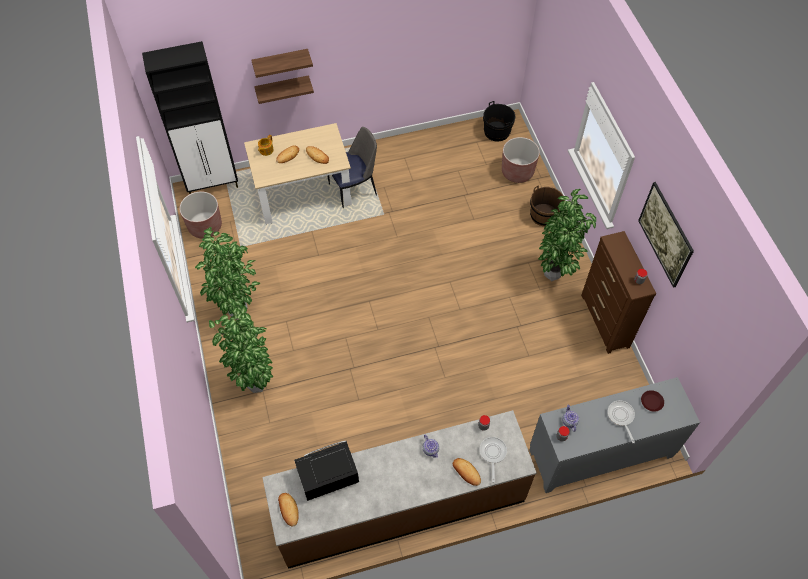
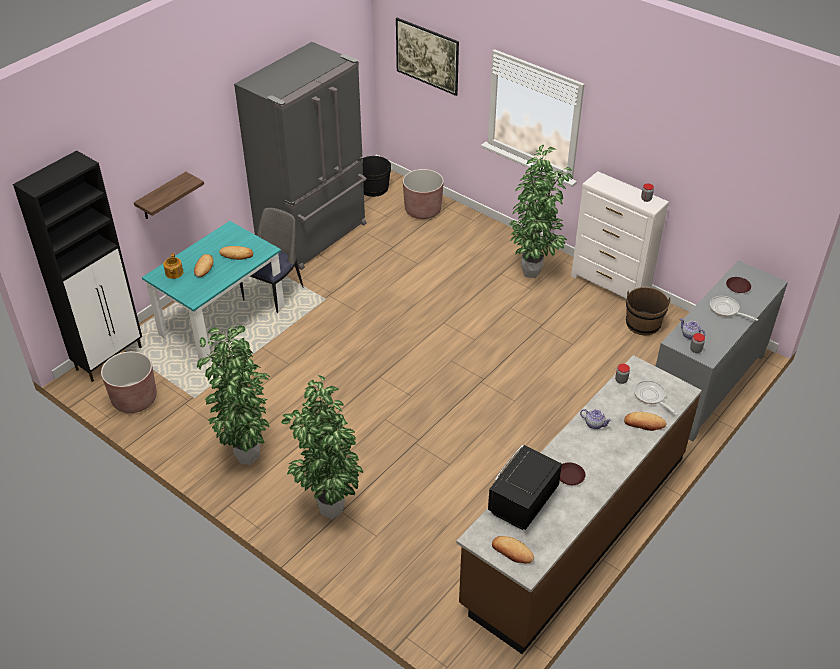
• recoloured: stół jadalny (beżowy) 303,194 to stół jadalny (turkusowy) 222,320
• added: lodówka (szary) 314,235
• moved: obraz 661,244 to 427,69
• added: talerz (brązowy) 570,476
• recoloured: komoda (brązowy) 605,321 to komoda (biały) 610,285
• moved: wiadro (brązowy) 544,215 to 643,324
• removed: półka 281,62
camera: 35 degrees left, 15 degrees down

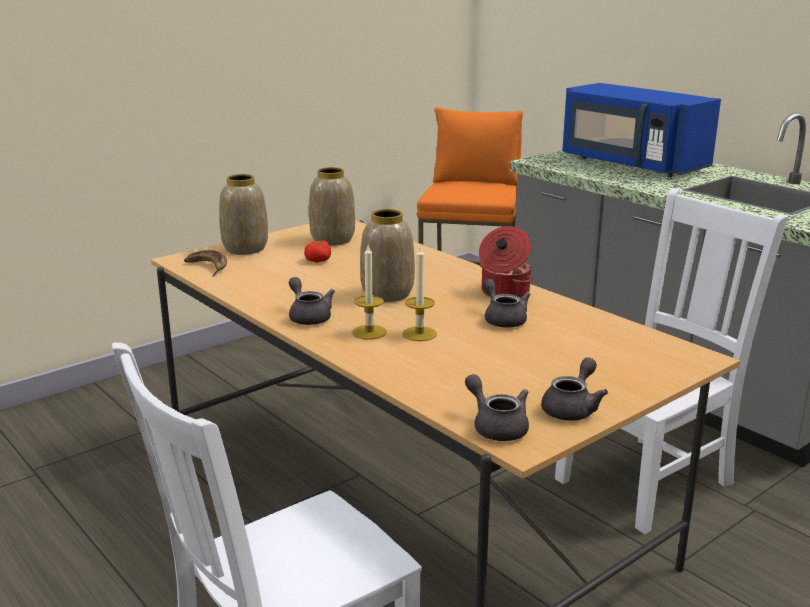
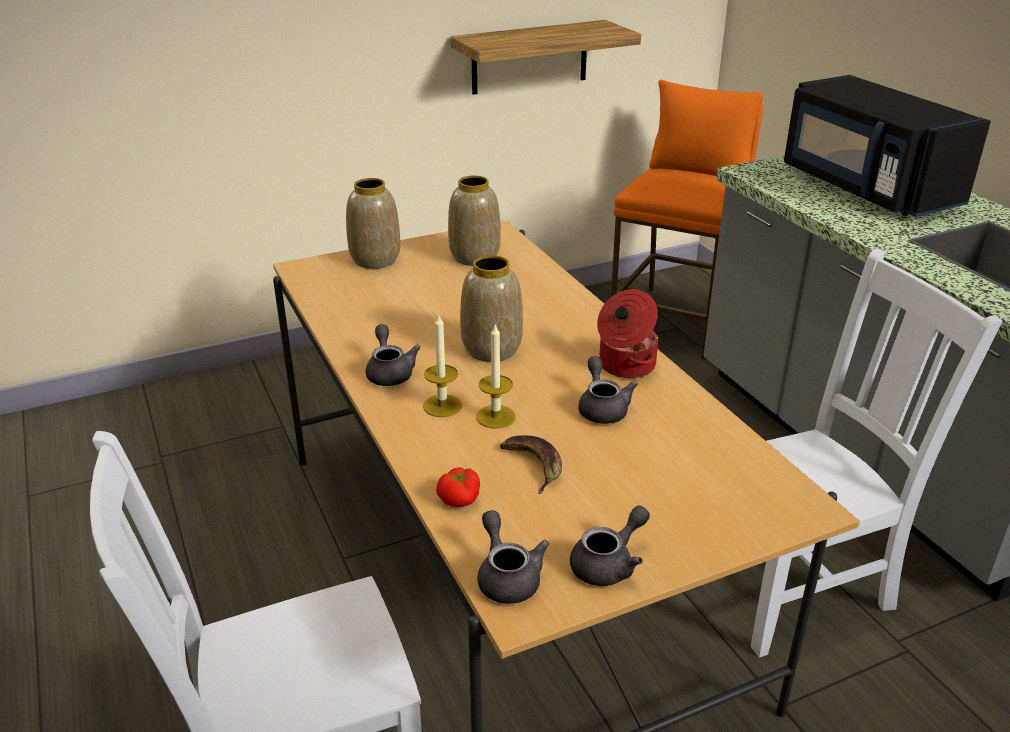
• moved: pomidor 319,260 to 460,499
• added: półka 530,57
• moved: banan 208,267 to 534,465
• recoloured: mikrofalówka (niebieski) 630,164 to mikrofalówka (czarny) 865,188
camera: 15 degrees right, 10 degrees up

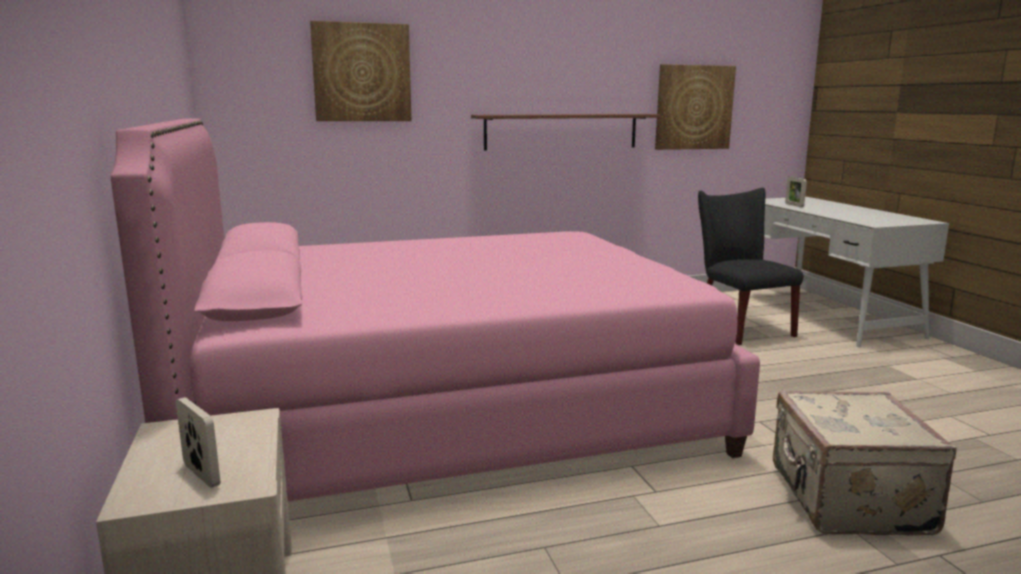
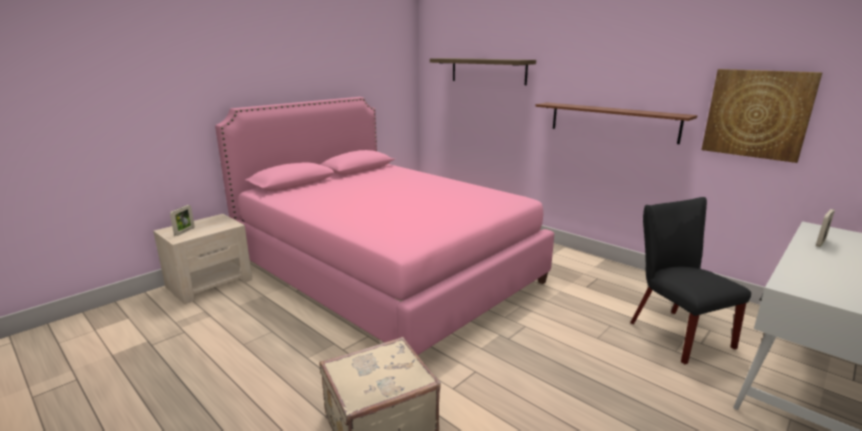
• replaced: obraz 362,72 to półka 488,71
• turned: krzesło (czarny) 738,327 = 674,332 60 degrees counterclockwise
camera: 60 degrees right, 5 degrees up

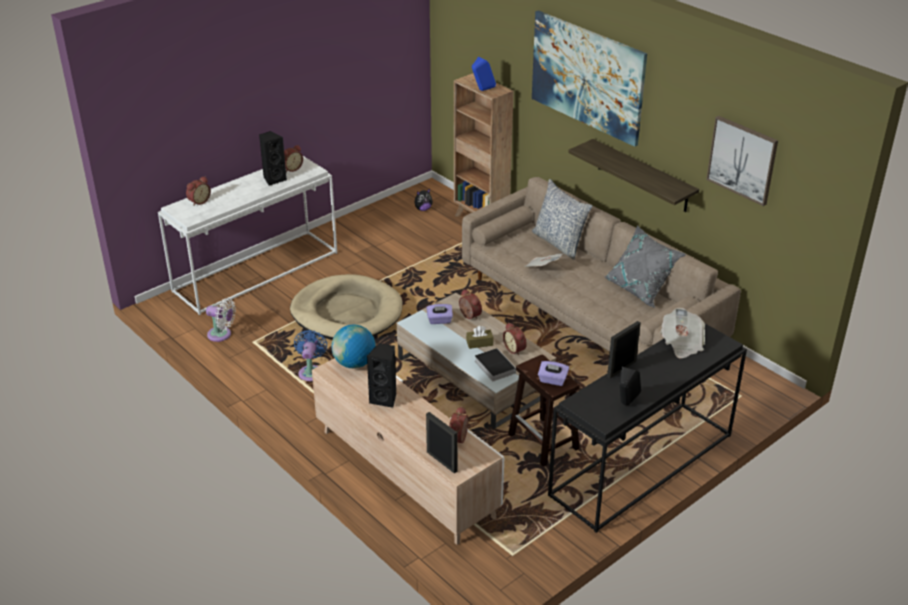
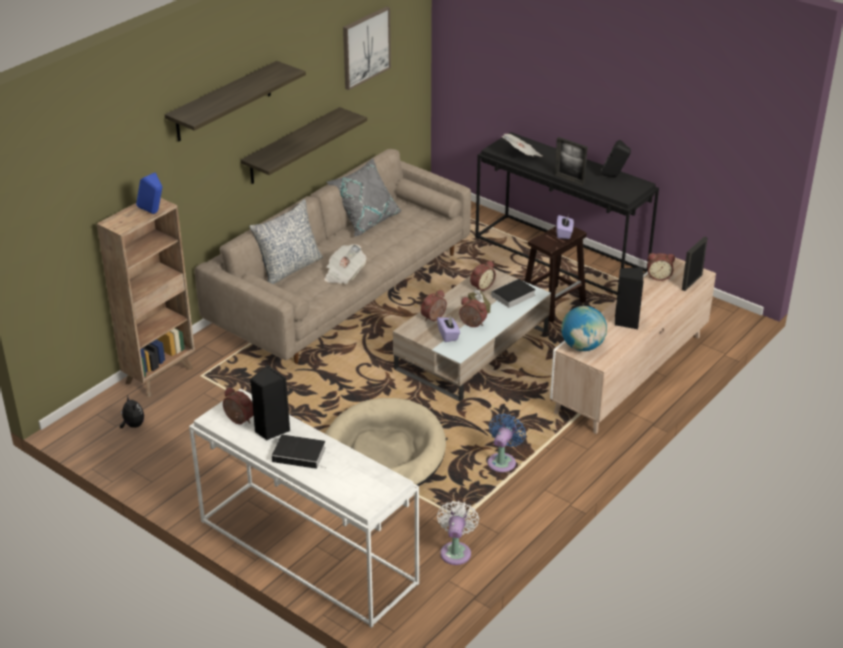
• replaced: obraz 587,76 to półka 223,102
• added: książka 300,454
• moved: budzik 198,201 to 472,324
• turned: wentylator (niebieski) 311,372 = 503,461 120 degrees clockwise
camera: 100 degrees left, 0 degrees up

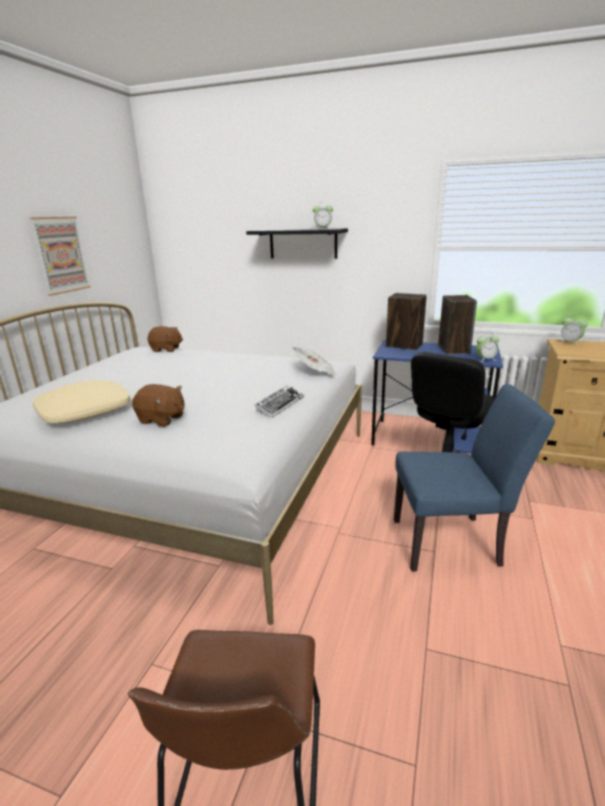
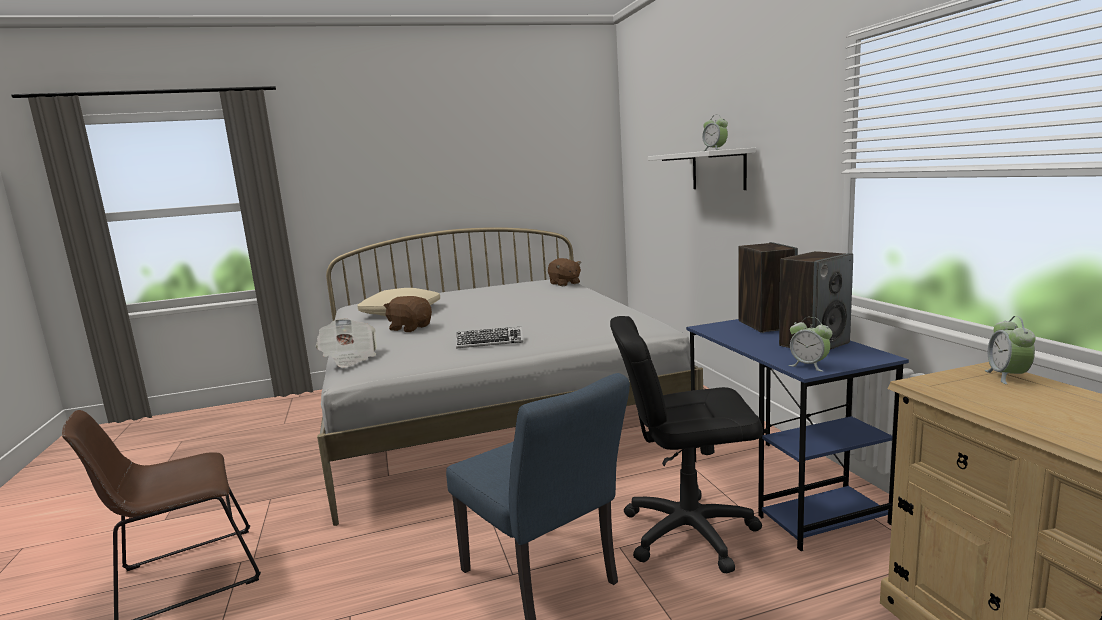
• moved: gazeta 315,372 to 349,358
• turned: pluszak (brązowy) 161,419 = 410,328 135 degrees clockwise
• recoloured: półka (czarny) 303,243 to półka (biały) 718,170
• removed: obraz 61,255
camera: 55 degrees right, 10 degrees down

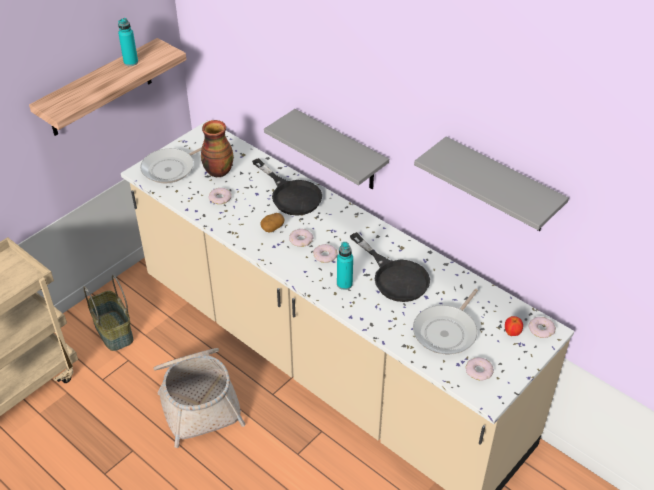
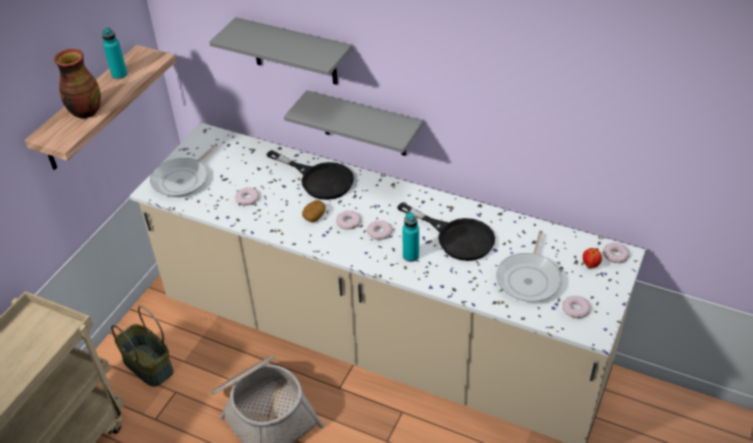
• moved: wazon 218,171 to 85,111
• moved: półka (szary) 501,187 to 294,52
camera: 15 degrees left, 0 degrees up

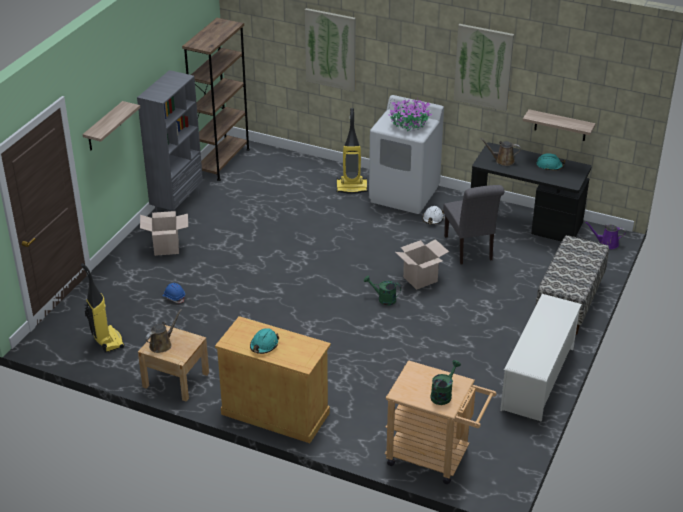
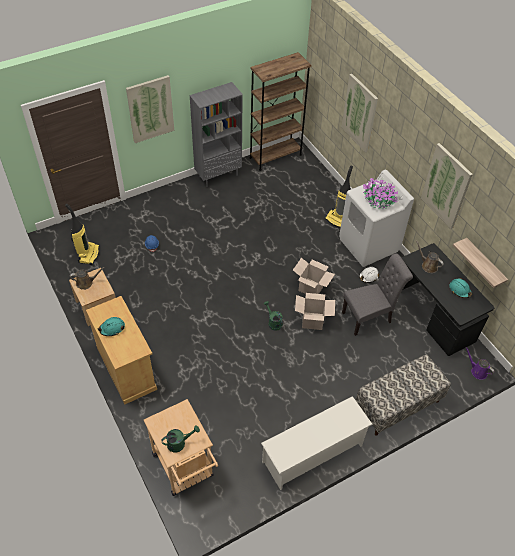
• replaced: półka 104,127 to obraz 150,109
• moved: karton 166,248 to 311,288
• turned: krzesło (szary) 470,250 = 369,317 135 degrees counterclockwise
camera: 35 degrees right, 15 degrees up

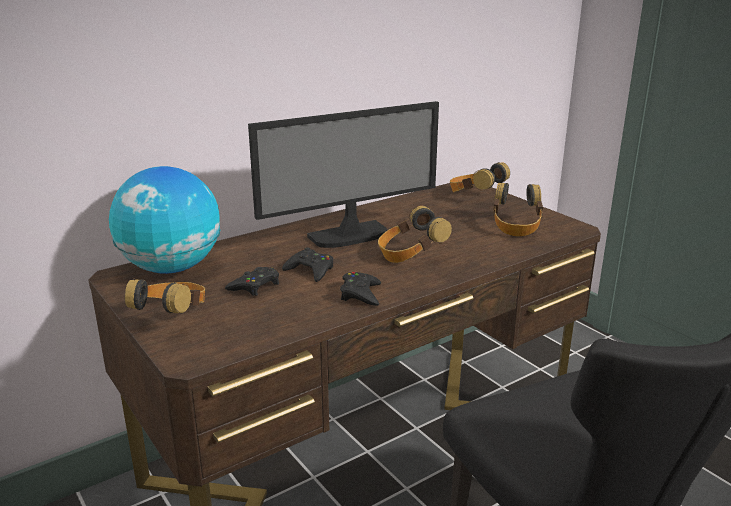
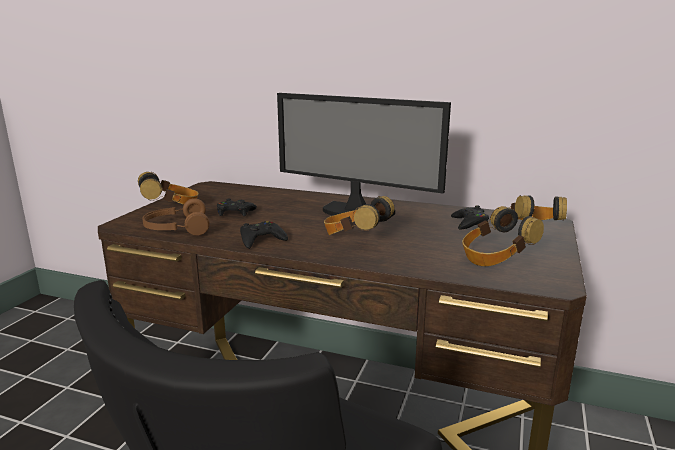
• added: słuchawki (brązowy) 176,229
• moved: pad do gier (czarny) 310,270 to 469,223
• removed: globus 171,268
camera: 55 degrees right, 5 degrees down

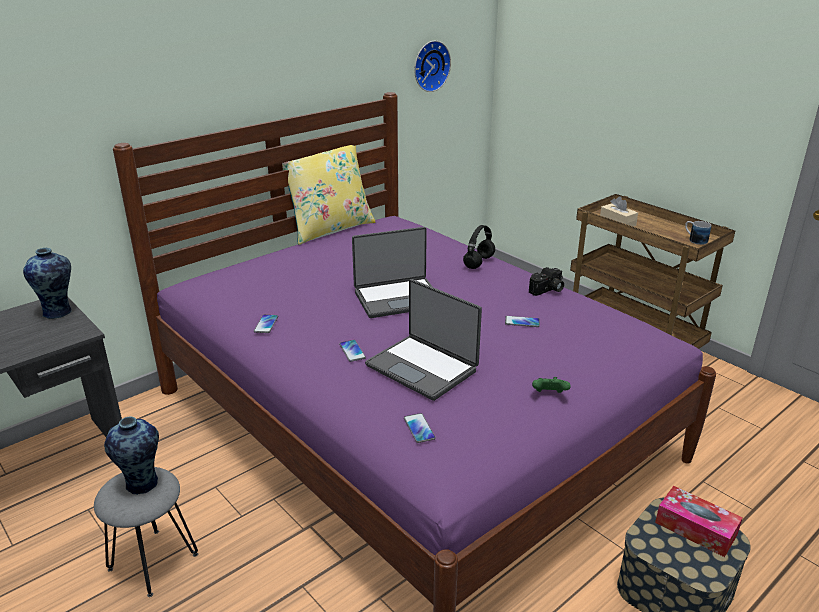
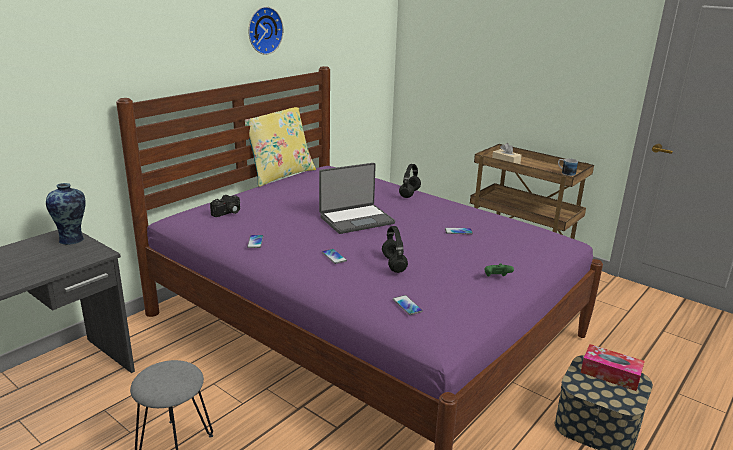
• moved: aparat fotograficzny 547,290 to 227,213
• moved: zegar ścienny 430,66 to 263,30
• replaced: laptop 423,367 to słuchawki (czarny) 394,265
• removed: wazon 142,484
camera: 10 degrees left, 5 degrees down

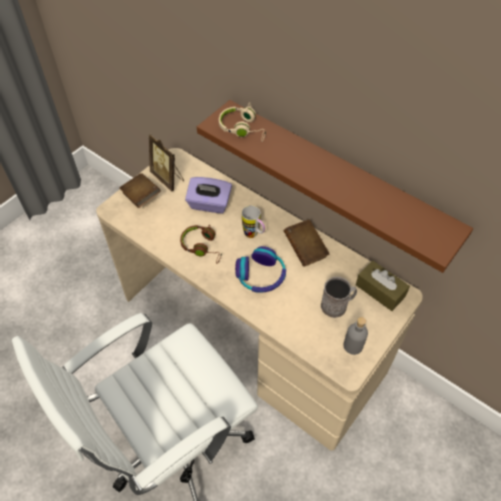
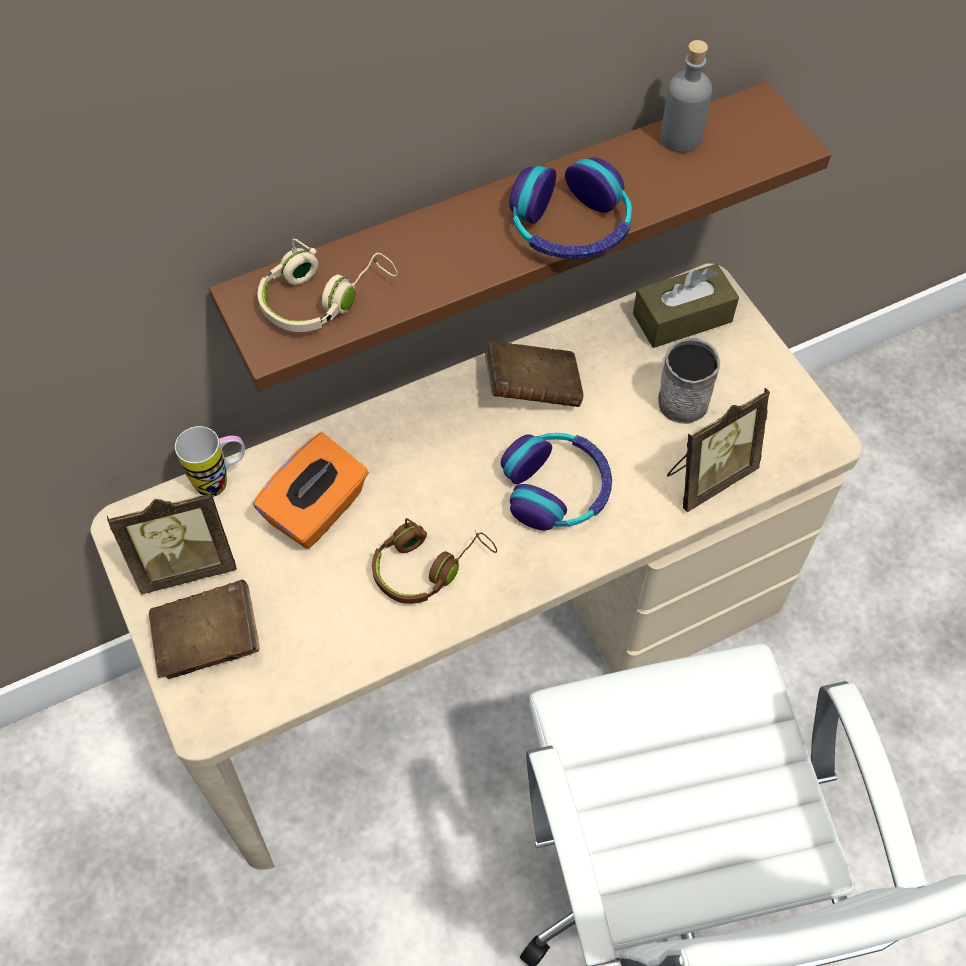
• moved: kubek 254,235 to 222,481
• recoloured: pudełko chusteczek (fioletowy) 209,204 to pudełko chusteczek (pomarańczowy) 317,510
• added: słuchawki 570,226
• moved: butelka (szary) 353,346 to 681,137
• added: ramka na zdjęcie 707,476
camera: 65 degrees left, 5 degrees up

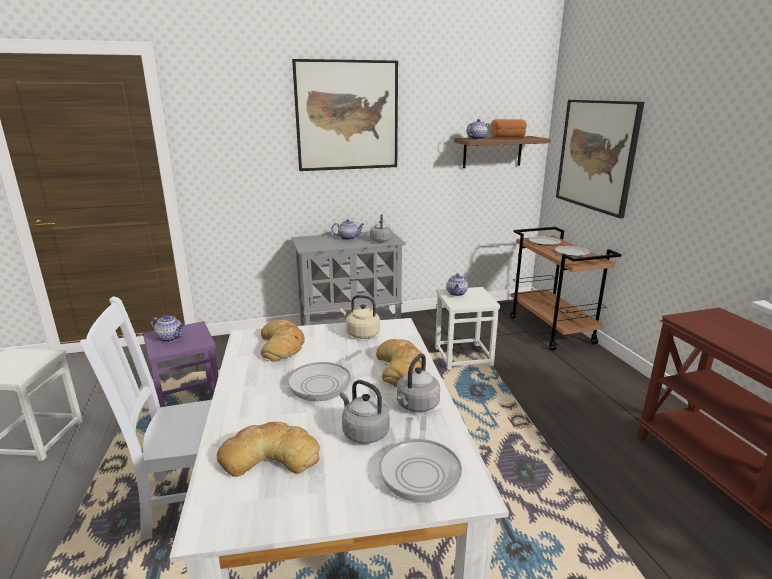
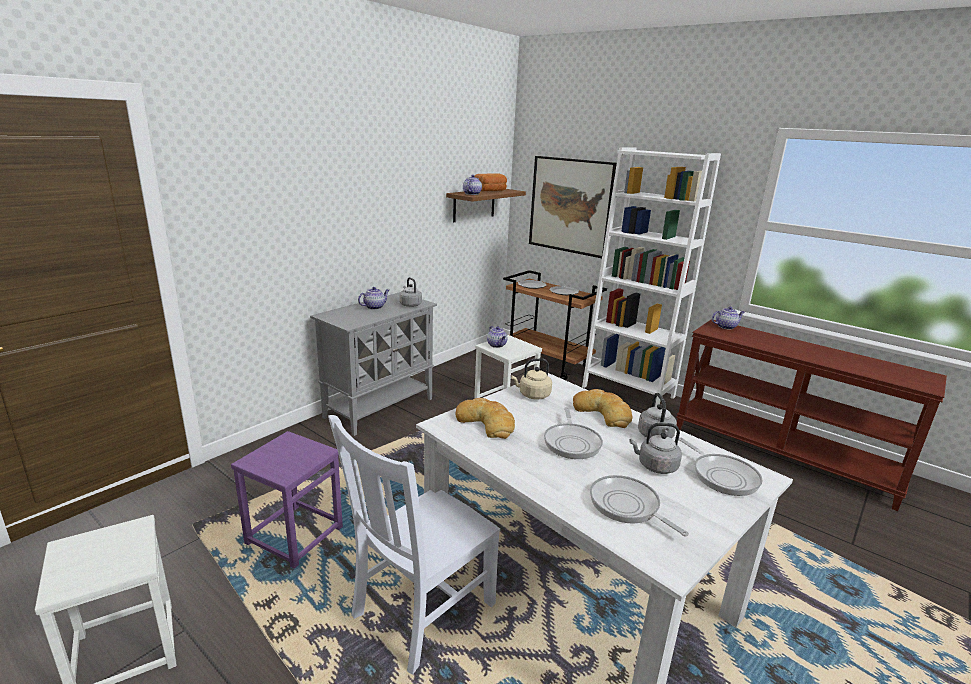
• added: regał (biały) 628,392
• replaced: chleb 270,456 to patelnia 627,506
• moved: imbryk 170,338 to 726,326
• removed: obraz 347,116
camera: 35 degrees left, 0 degrees up

